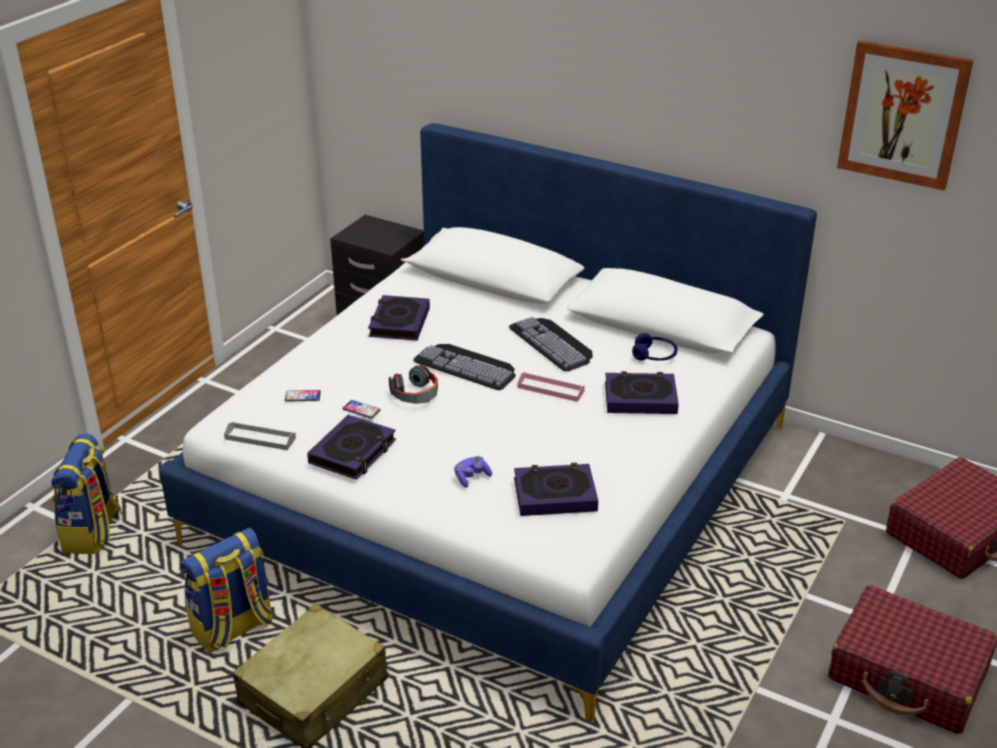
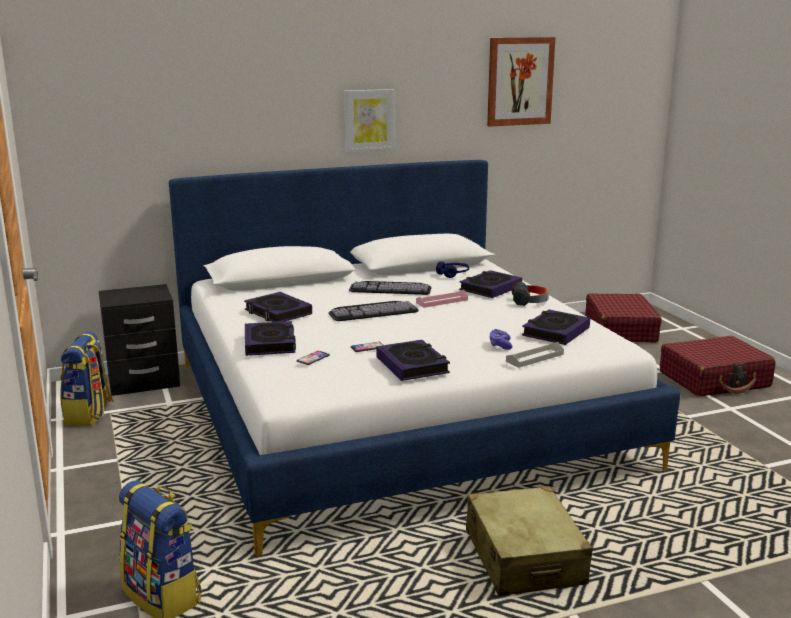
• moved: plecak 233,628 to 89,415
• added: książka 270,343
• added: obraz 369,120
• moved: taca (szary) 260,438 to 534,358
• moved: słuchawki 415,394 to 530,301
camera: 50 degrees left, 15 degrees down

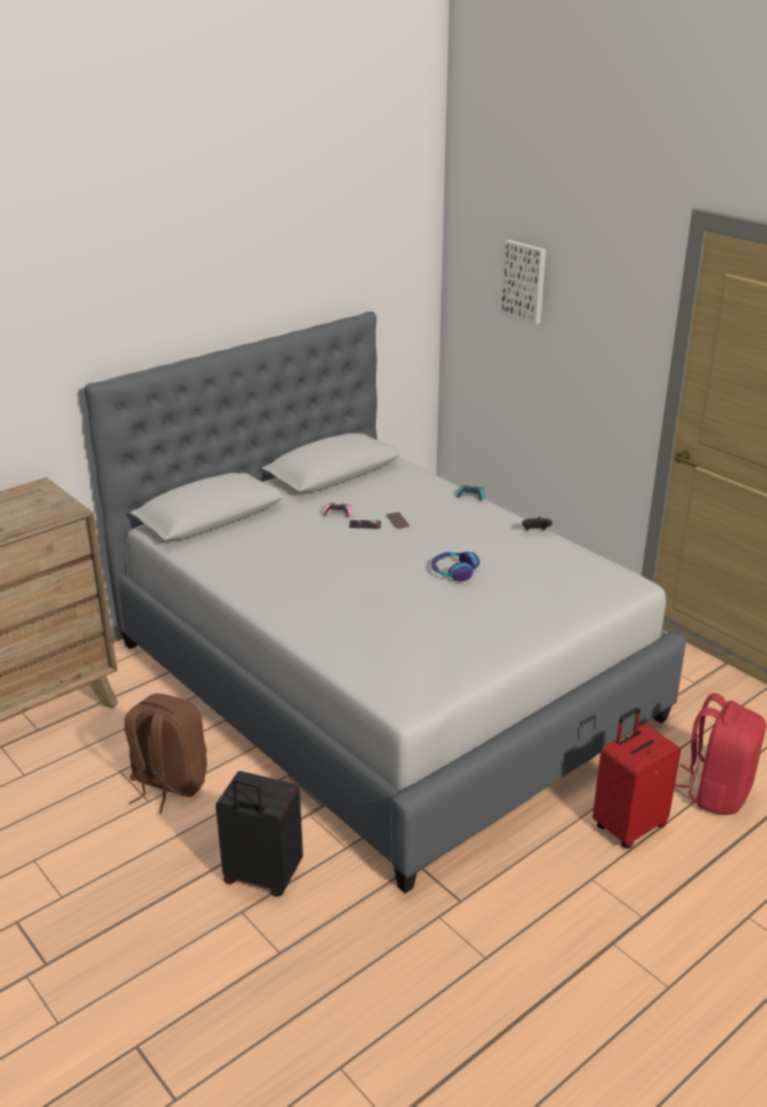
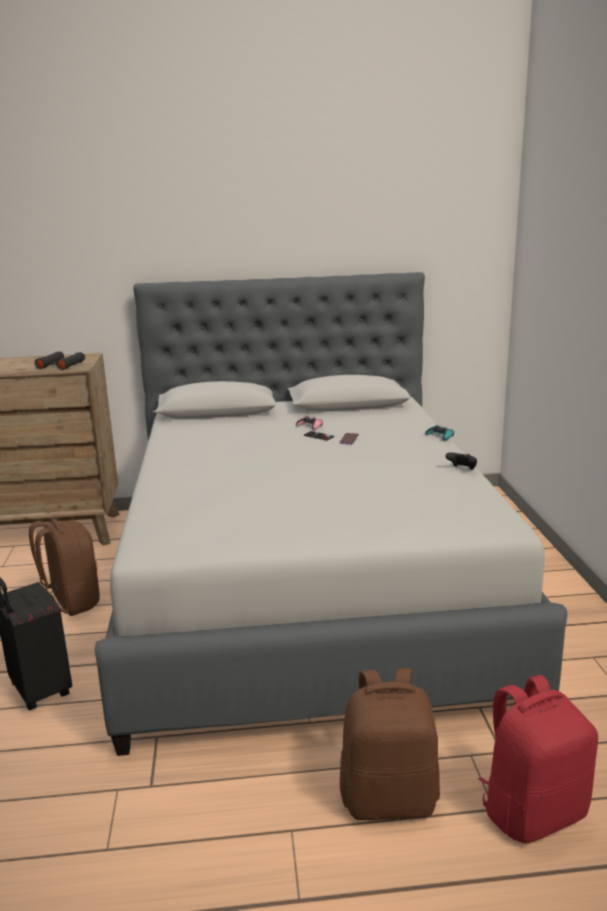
• added: lornetka (czarny) 61,365
• replaced: walizka (czerwony) 628,826 to plecak (brązowy) 389,798
• removed: słuchawki 454,571
• removed: obraz 525,281
camera: 35 degrees right, 10 degrees down

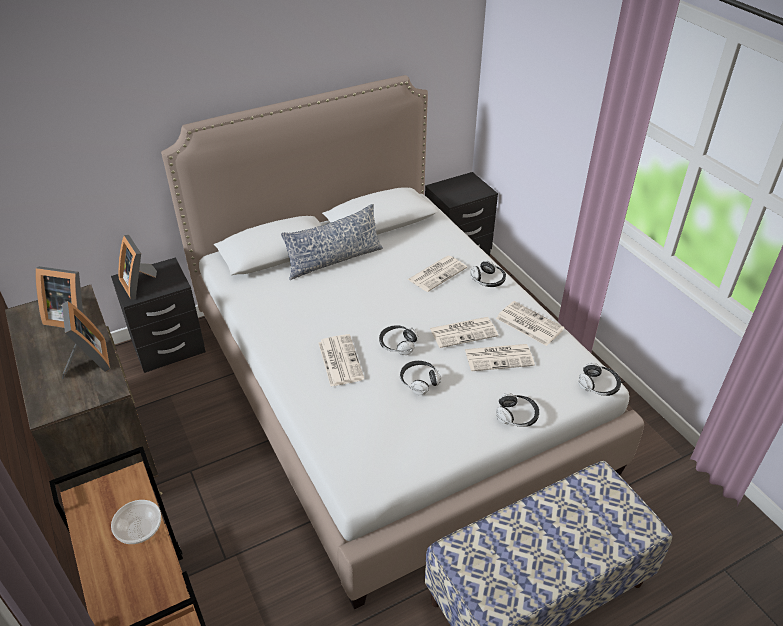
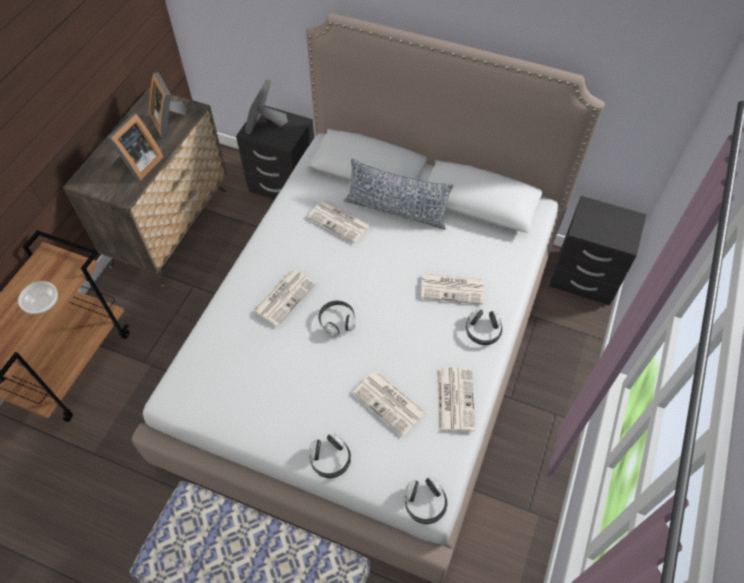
• moved: gazeta 464,332 to 340,221
• removed: słuchawki 419,381
camera: 50 degrees right, 15 degrees up

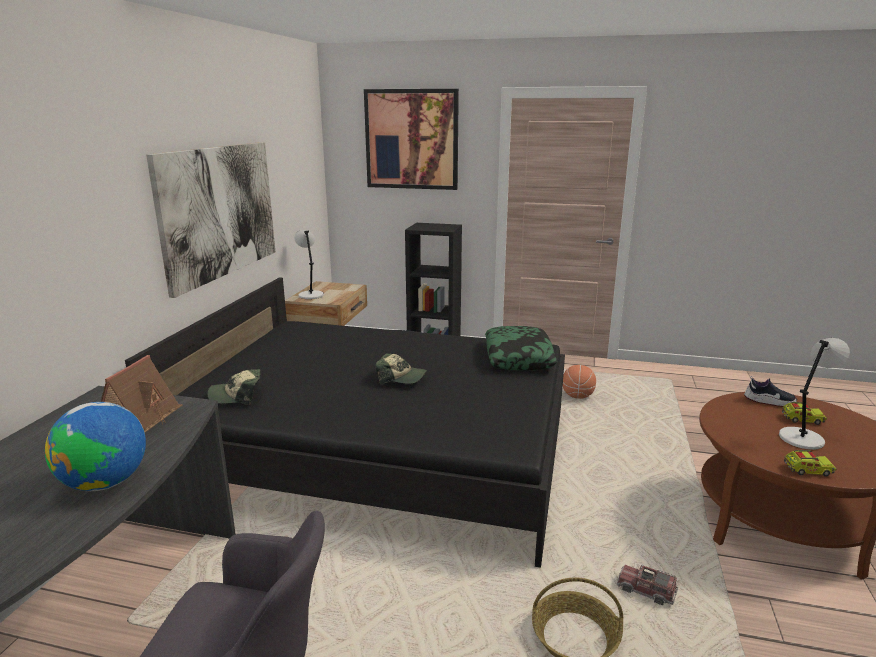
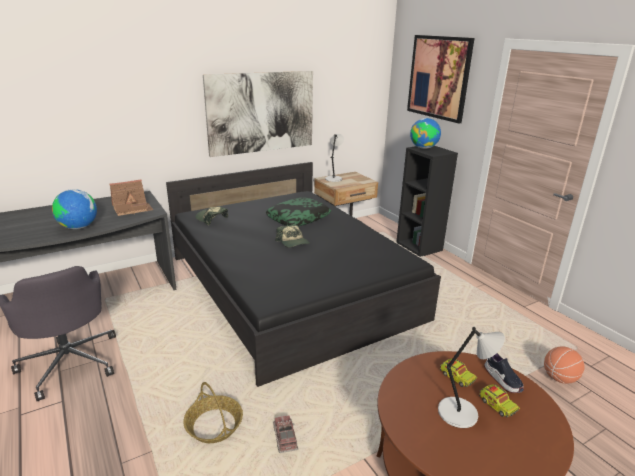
• moved: poduszka 519,357 to 298,218
• added: globus 423,148
• moved: ciężarówka zabawkowa 807,470 to 456,377
• moved: piłka do koszykówki 577,396 to 559,378
camera: 45 degrees right, 5 degrees up

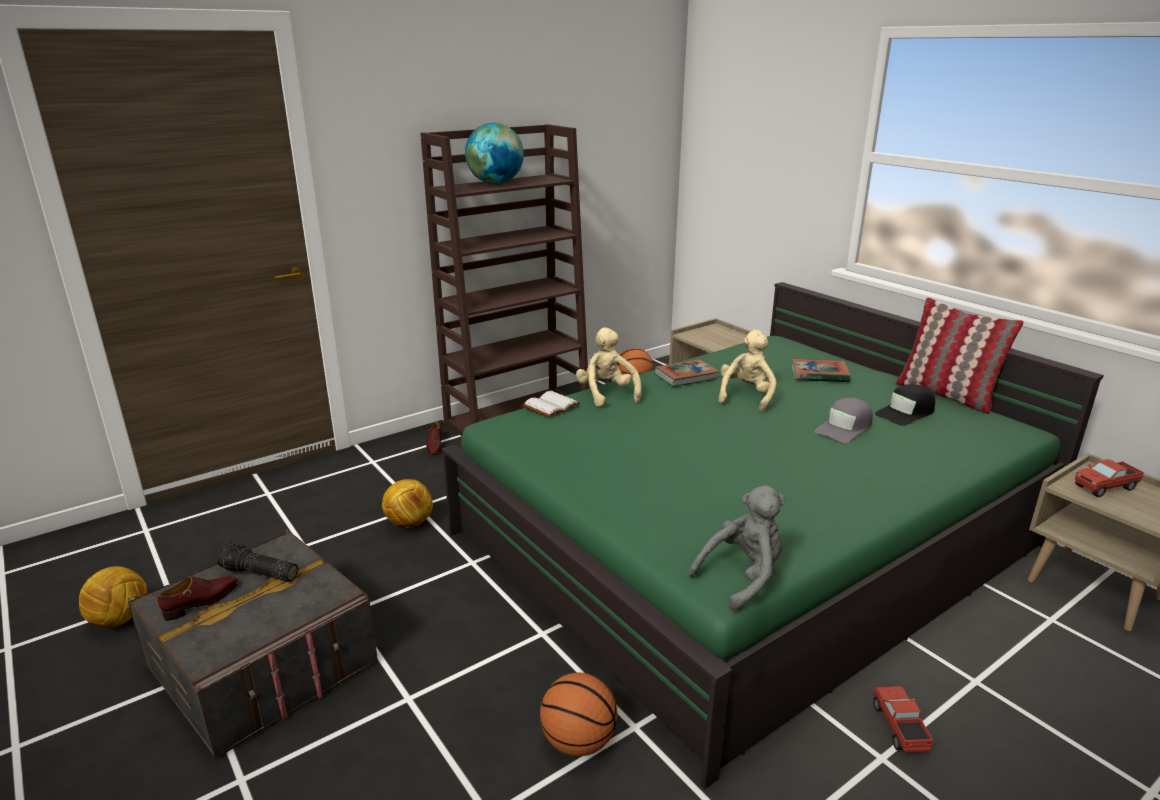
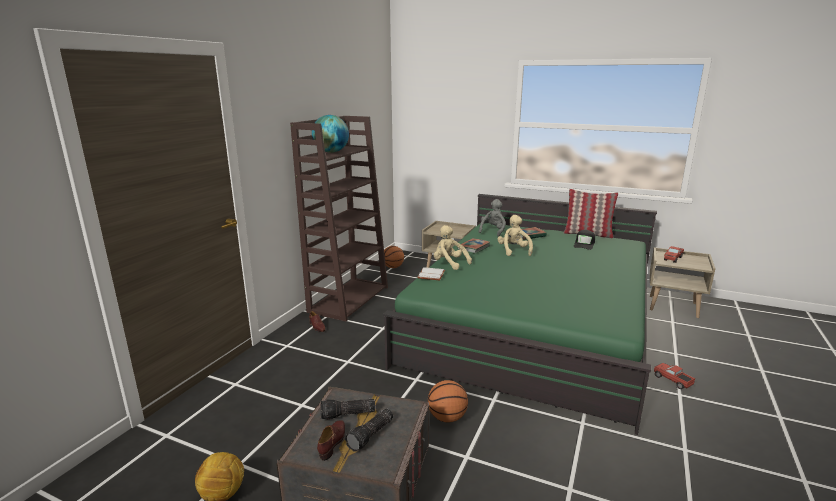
• added: latarka 371,435
• moved: piłka do koszykówki 579,741 to 447,417
• moved: pluszak (szary) 742,577 to 492,231
• removed: piłka futbolowa 409,523
• removed: czapka z daszkiem (szary) 844,428
camera: 30 degrees left, 5 degrees down

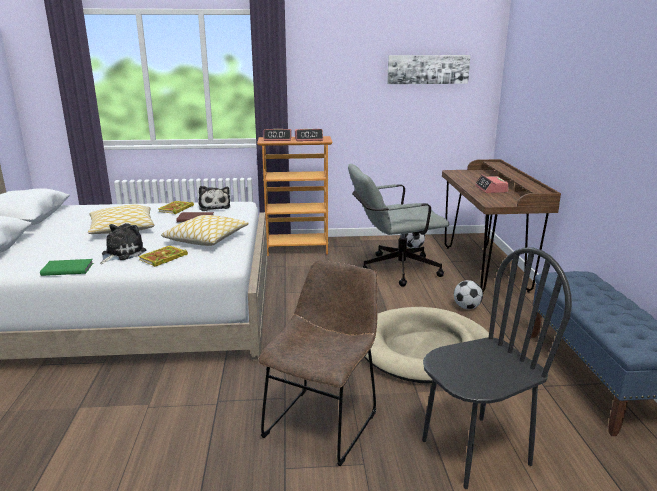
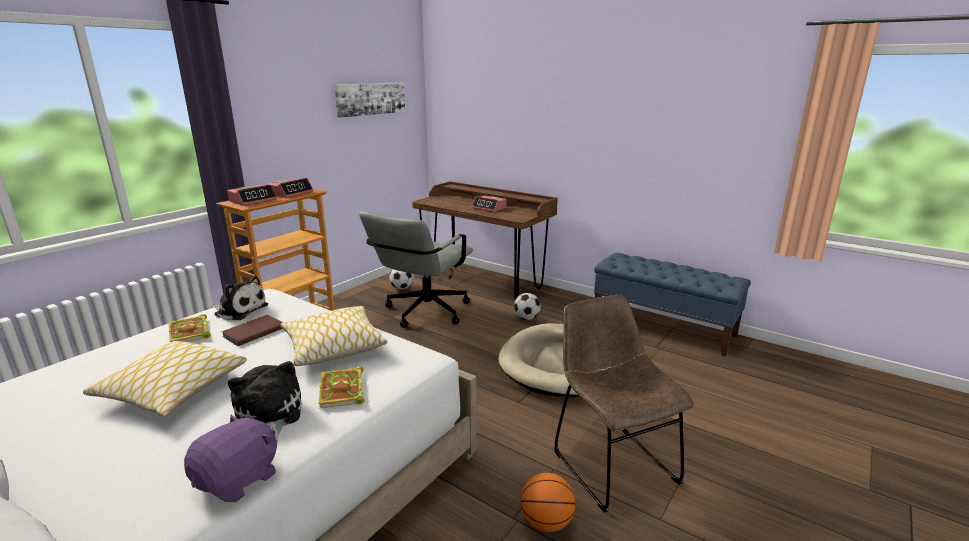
• replaced: książka (zielony) 67,269 to pluszak (fioletowy) 239,479
• added: piłka do koszykówki 546,522
• removed: krzesło (czarny) 475,451
camera: 50 degrees left, 0 degrees up

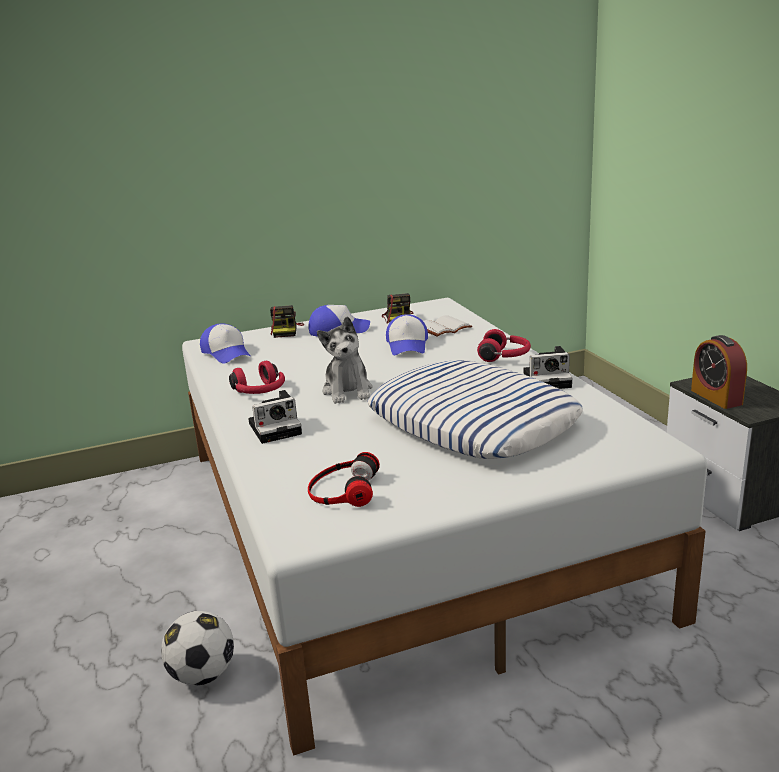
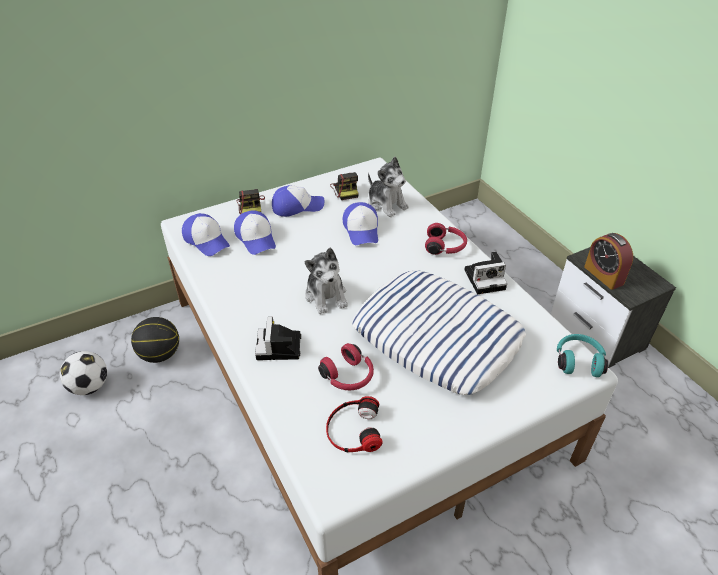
• moved: piłka futbolowa 203,675 to 90,386
• added: piłka do koszykówki 160,354
• added: czapka z daszkiem 256,238
• turned: aparat fotograficzny 277,428 = 279,348 120 degrees clockwise
• moved: słuchawki (czerwony) 260,392 to 348,377
• replaced: książka (biały) 443,328 to pluszak 386,204
• added: słuchawki (turkusowy) 578,361
camera: 10 degrees left, 20 degrees up

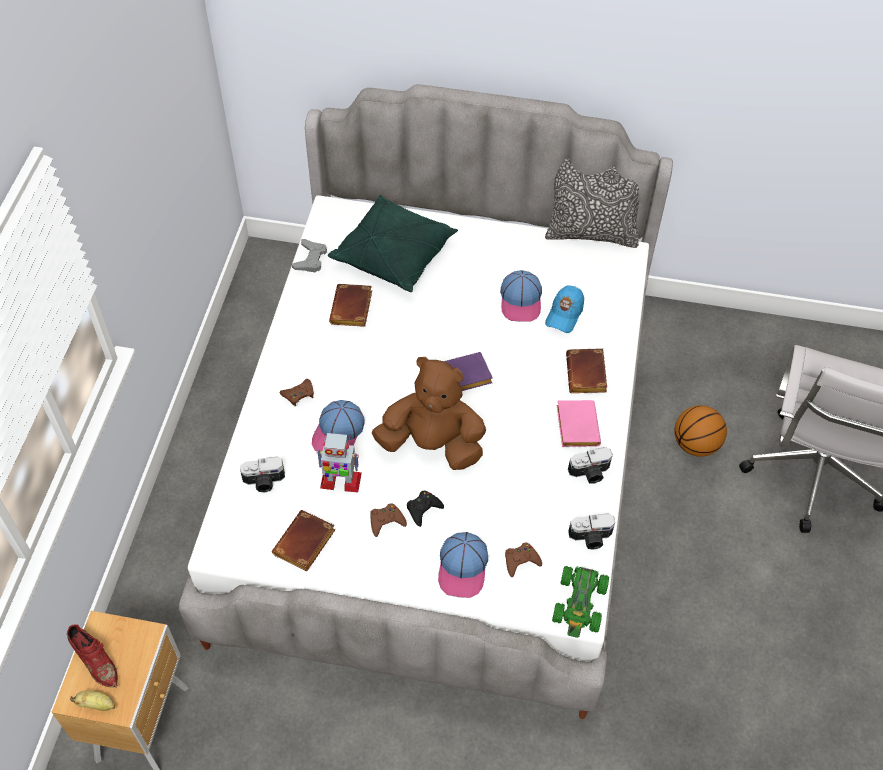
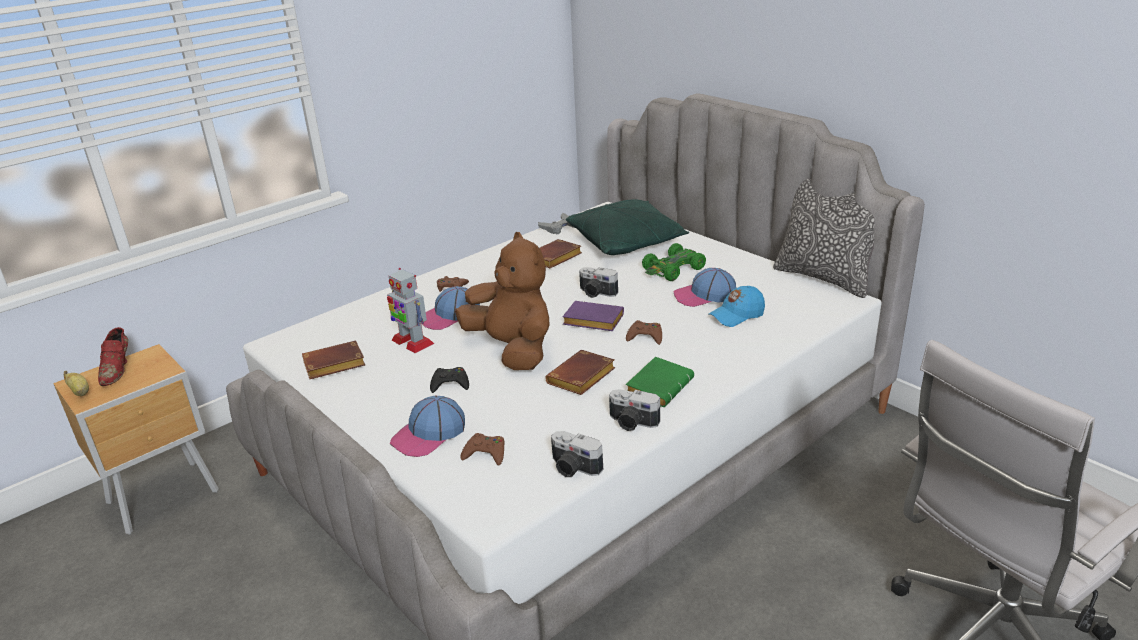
• moved: książka (brązowy) 587,375 to 581,379
• moved: aparat fotograficzny 264,482 to 596,293
• moved: pad do gier (brązowy) 386,521 to 645,336
• recoloured: książka (różowy) 575,425 to książka (zielony) 659,386
• moved: samochodzik (zielony) 580,604 to 673,269
• turned: czapka z daszkiem 521,301 = 704,296 45 degrees clockwise
• removed: piłka do koszykówki 696,444
camera: 40 degrees right, 25 degrees down

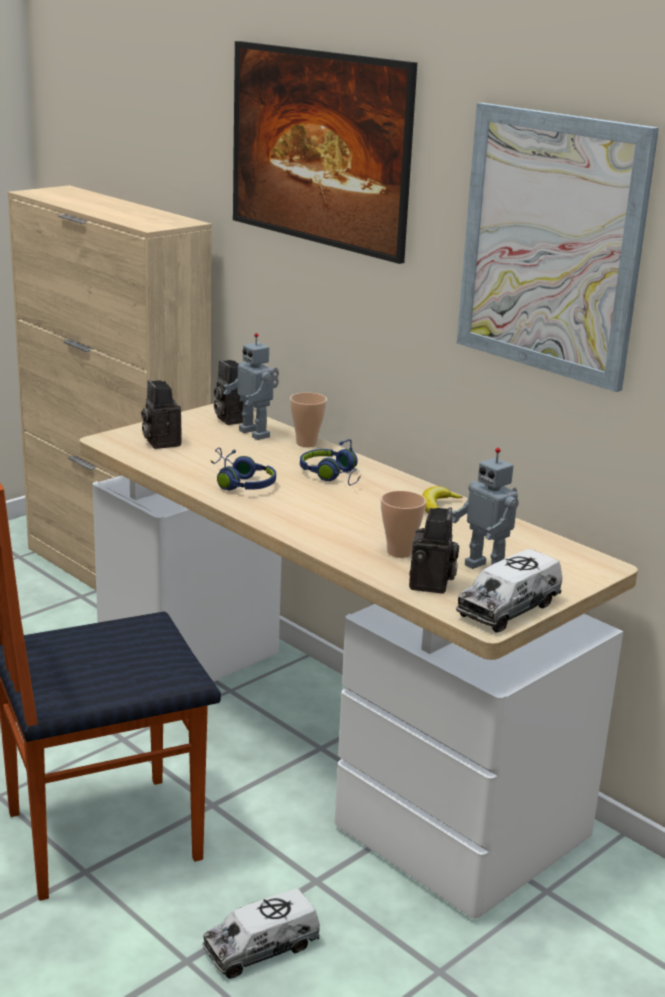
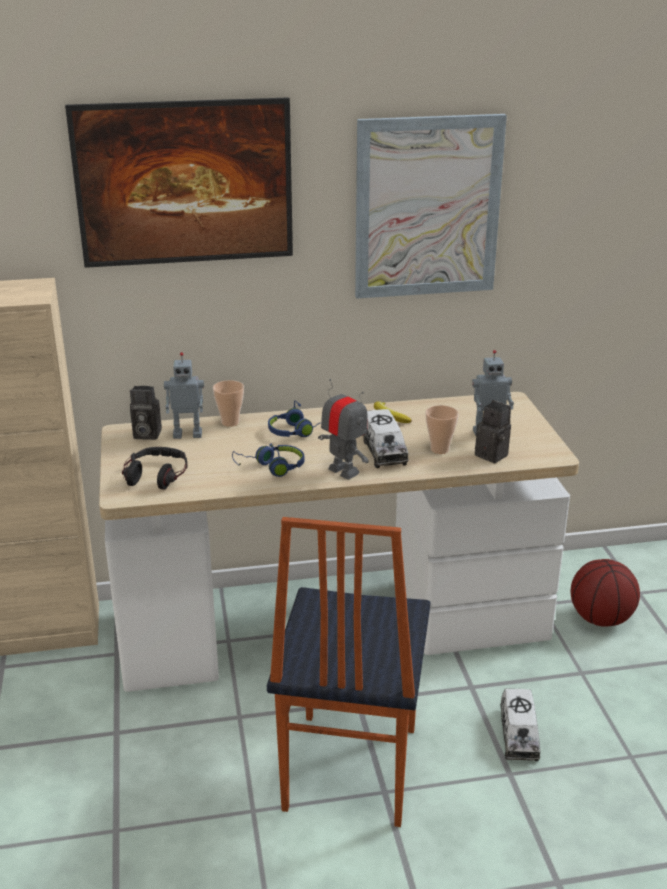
• replaced: aparat fotograficzny 160,442 to słuchawki 156,475
• added: robot zabawkowy 343,471
• moved: ciężarówka zabawkowa 508,608 to 383,451
• added: piłka do koszykówki 601,618
camera: 55 degrees left, 5 degrees up

